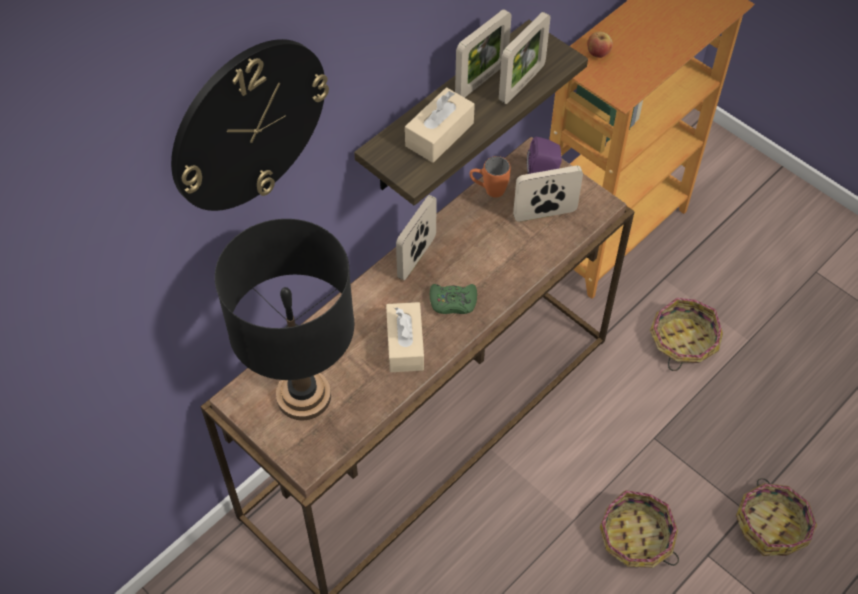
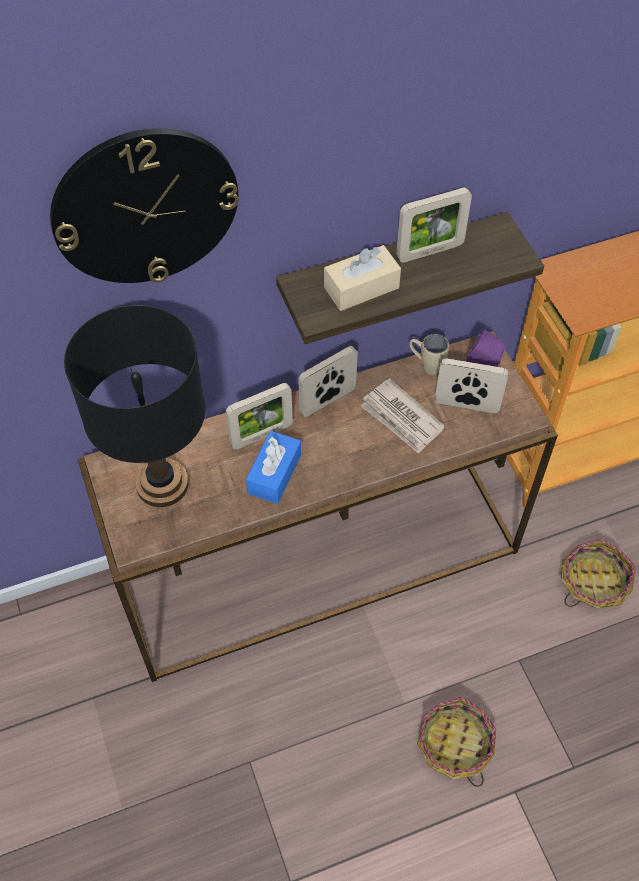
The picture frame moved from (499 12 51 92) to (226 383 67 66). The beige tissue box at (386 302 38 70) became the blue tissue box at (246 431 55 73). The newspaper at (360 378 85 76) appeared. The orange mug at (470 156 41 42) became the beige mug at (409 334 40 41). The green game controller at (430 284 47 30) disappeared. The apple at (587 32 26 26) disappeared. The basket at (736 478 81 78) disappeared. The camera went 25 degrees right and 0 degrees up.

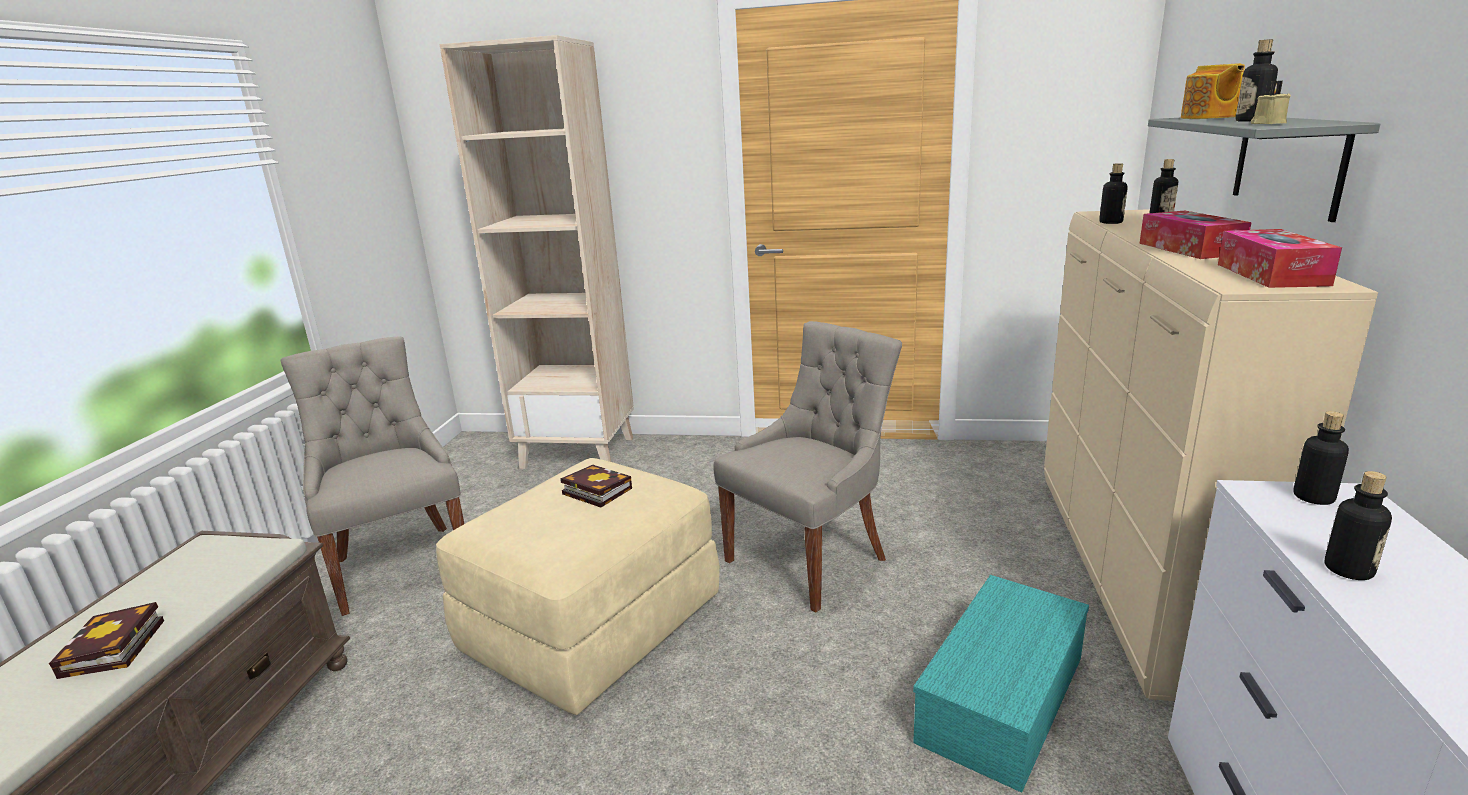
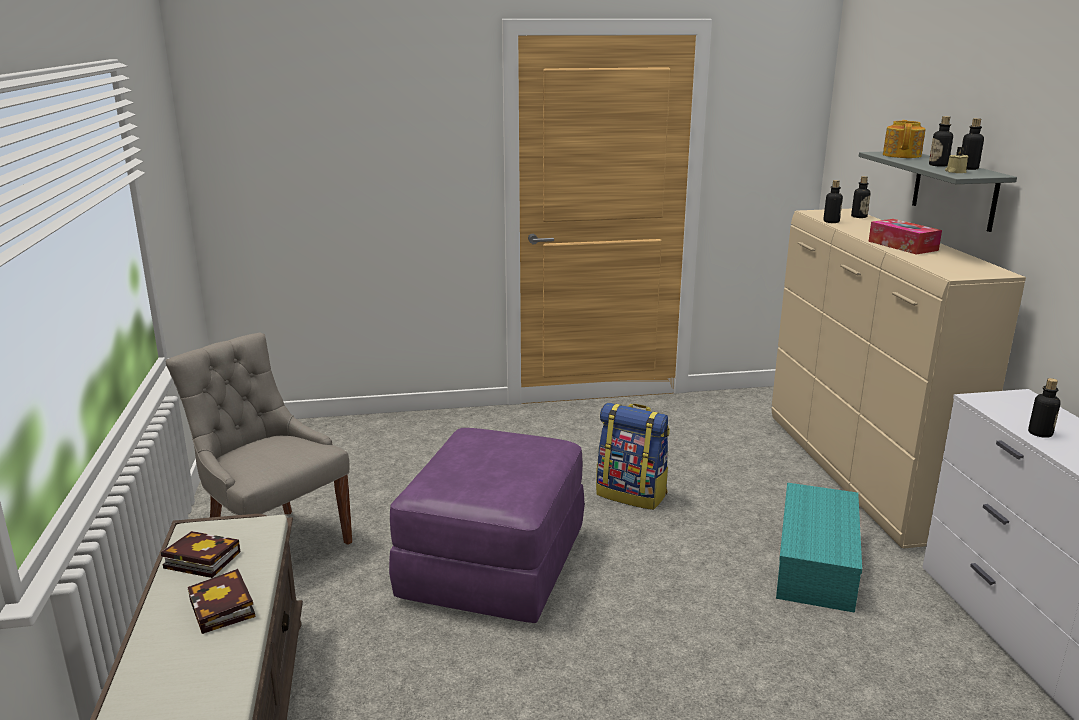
The book moved from (560 465 72 43) to (161 531 79 47). The beige ottoman at (436 458 284 257) became the purple ottoman at (389 428 196 195). The grey chair at (713 321 189 292) was replaced by the backpack at (596 403 74 107). The teapot at (1181 63 64 56) turned 150 degrees counterclockwise. The bottle moved from (1293 411 56 94) to (962 118 22 52). The beige bookcase at (439 35 195 434) disappeared. The tissue box at (1218 229 124 59) disappeared. The camera went 20 degrees left and 0 degrees up.

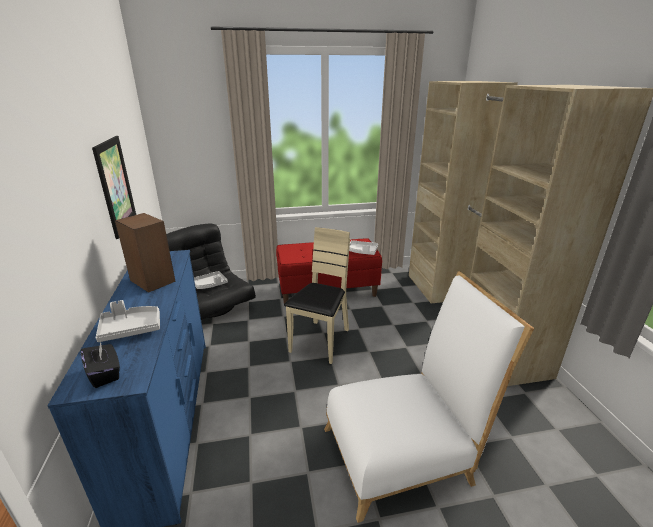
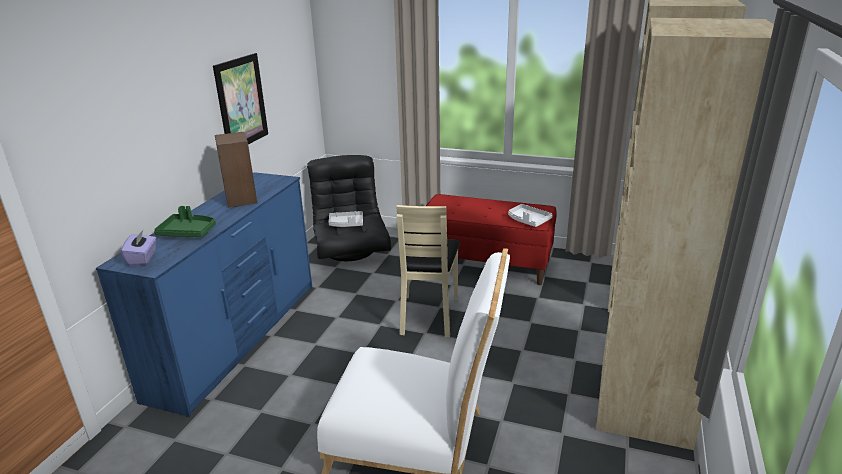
The black tissue box at (81 341 39 47) became the purple tissue box at (121 230 35 36). The grey tray at (96 300 64 42) became the green tray at (154 206 62 31). The beige chair at (284 227 66 137) turned 135 degrees clockwise. The camera went 30 degrees right and 0 degrees up.

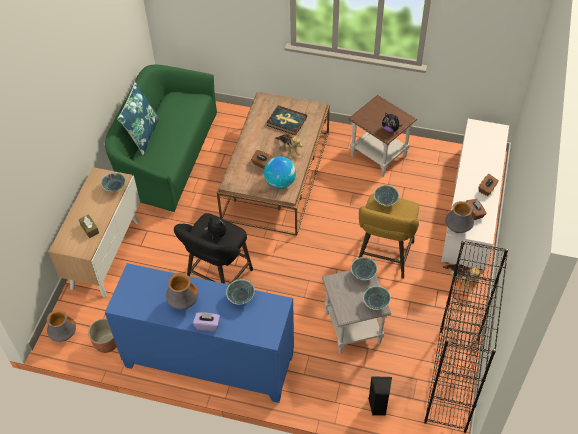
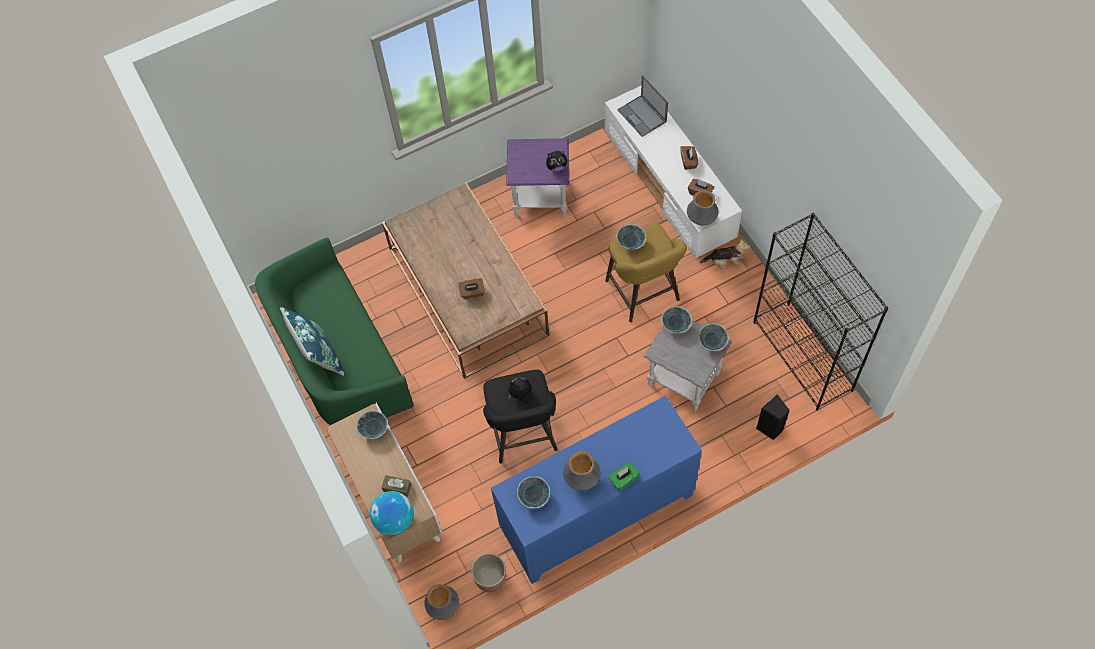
The globe moved from (264 156 32 33) to (370 491 44 45). The brown side table at (348 95 69 82) became the purple side table at (506 138 63 80). The bowl moved from (226 279 29 25) to (517 476 33 33). The purple tissue box at (193 312 27 19) became the green tissue box at (608 462 32 29). The laptop at (617 75 51 62) appeared. The book at (267 105 40 30) disappeared. The plush toy at (275 134 28 25) disappeared. The camera went 40 degrees left and 10 degrees up.

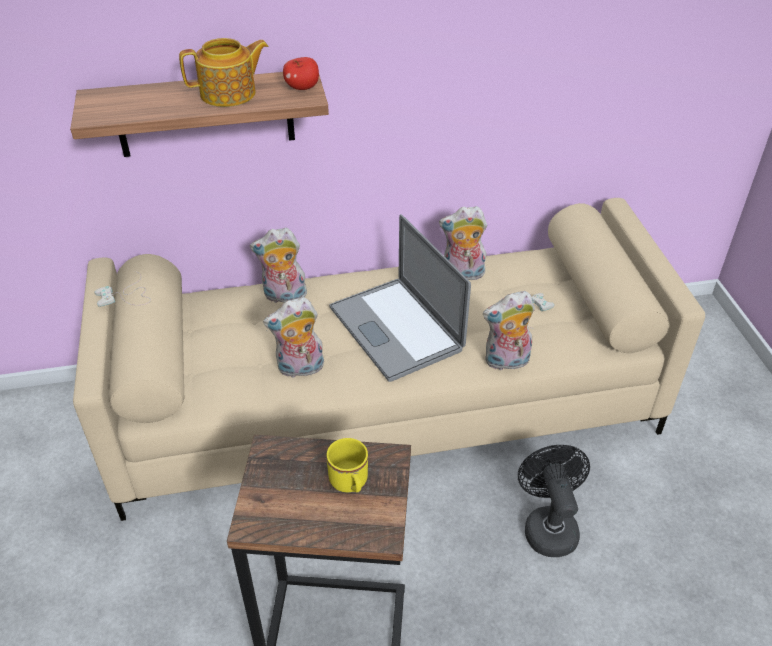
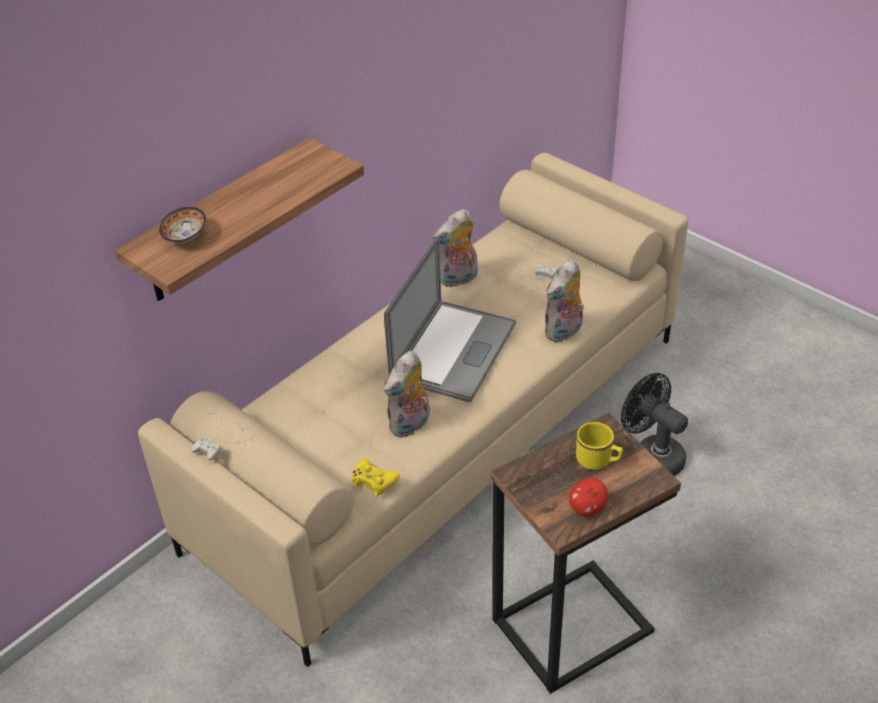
The bowl at (159 207 47 36) appeared. The yellow game controller at (352 459 48 38) appeared. The laptop at (329 214 142 168) turned 90 degrees counterclockwise. The apple moved from (283 57 36 33) to (569 478 39 39). The teapot at (179 38 89 69) disappeared. The plush toy at (250 228 57 75) disappeared. The camera went 35 degrees left and 0 degrees up.

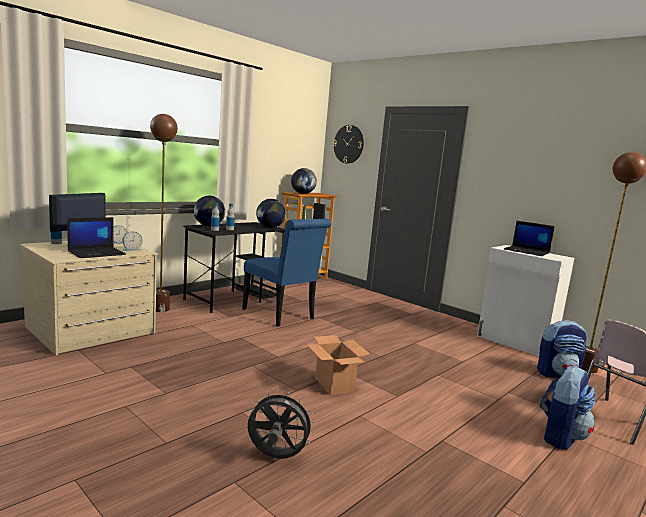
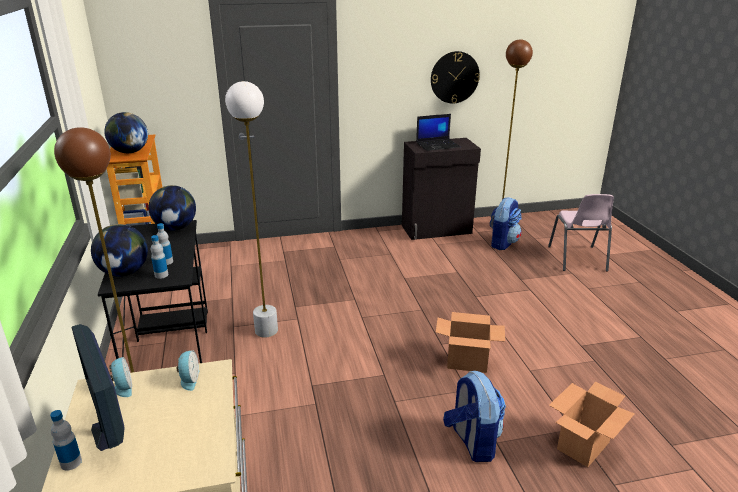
The blue chair at (242 219 89 108) was replaced by the white floor lamp at (225 81 53 257). The white cabinet at (477 245 97 112) became the black cabinet at (402 138 79 102). The wall clock moved from (333 125 31 39) to (431 51 49 52). The backpack moved from (540 366 55 84) to (443 371 63 91). The grey fan at (248 390 67 69) was replaced by the cardboard box at (549 381 86 86). The laptop at (67 217 59 41) disappeared. The camera went 55 degrees left and 15 degrees up.

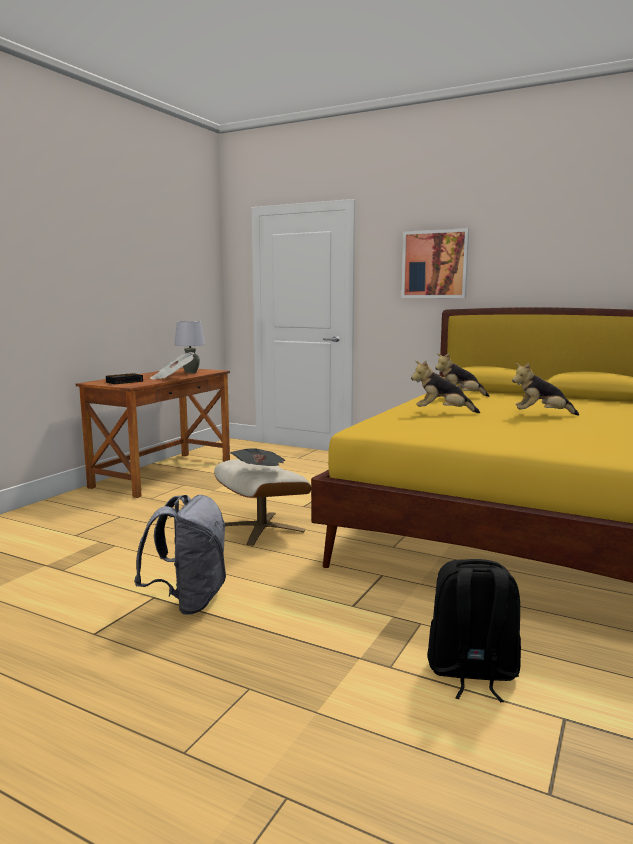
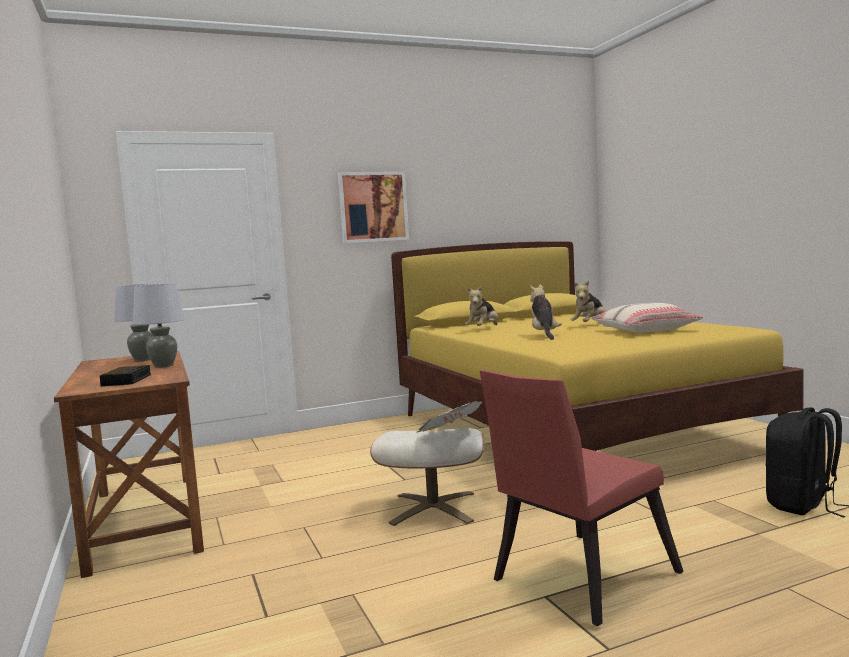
The newspaper at (150 352 44 27) was replaced by the grey table lamp at (132 283 53 85). The grey backpack at (134 495 92 120) was replaced by the red chair at (480 370 204 256). The plush toy at (411 361 69 52) turned 135 degrees clockwise. The beige pillow at (591 303 112 30) appeared. The camera went 50 degrees left and 5 degrees down.

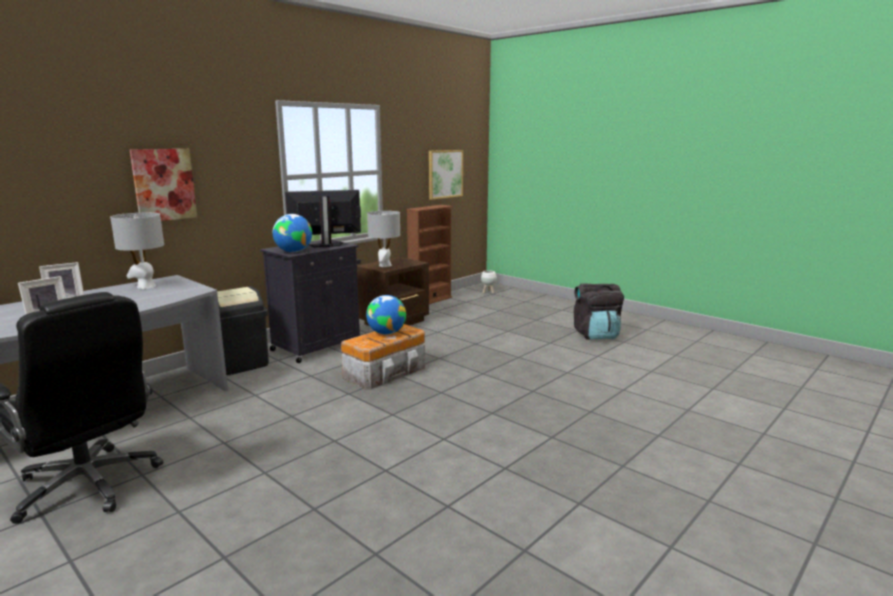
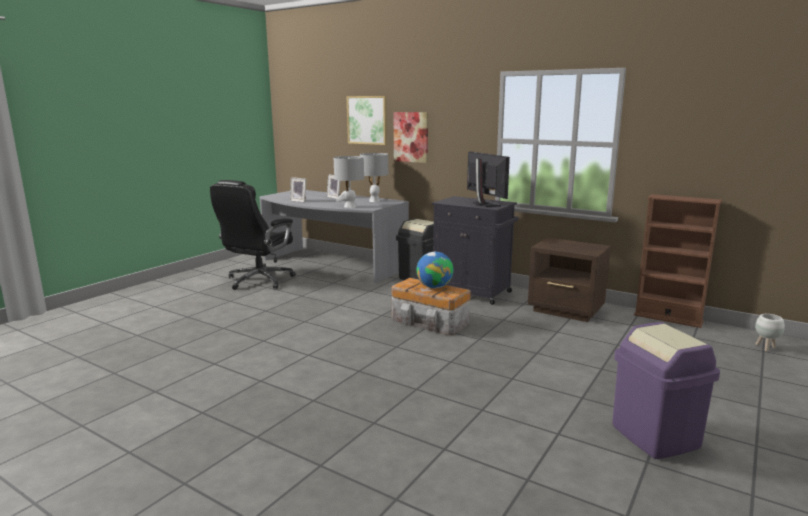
The grey table lamp moved from (367 211 33 56) to (334 156 30 52). The picture moved from (429 150 34 50) to (346 96 41 49). The black backpack at (574 283 50 57) was replaced by the purple trash can at (612 322 108 137). The globe at (273 214 39 38) disappeared. The camera went 80 degrees right and 0 degrees up.

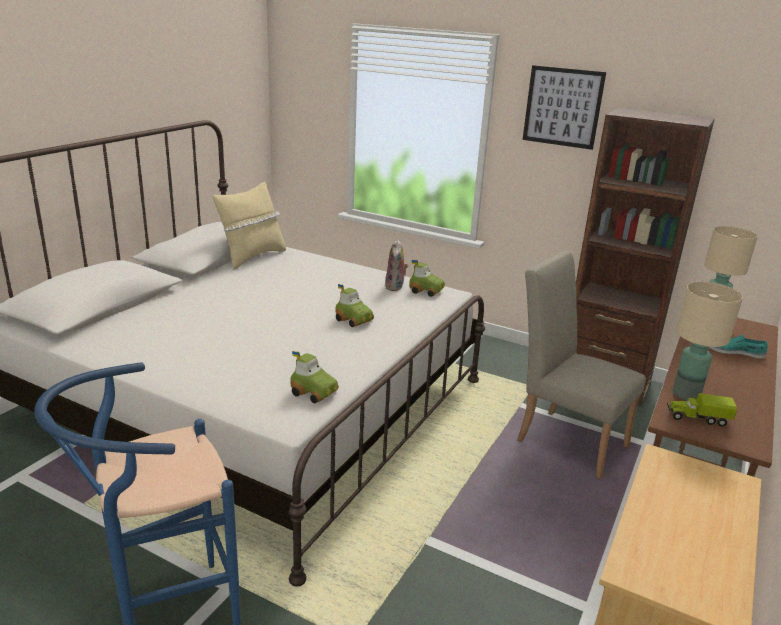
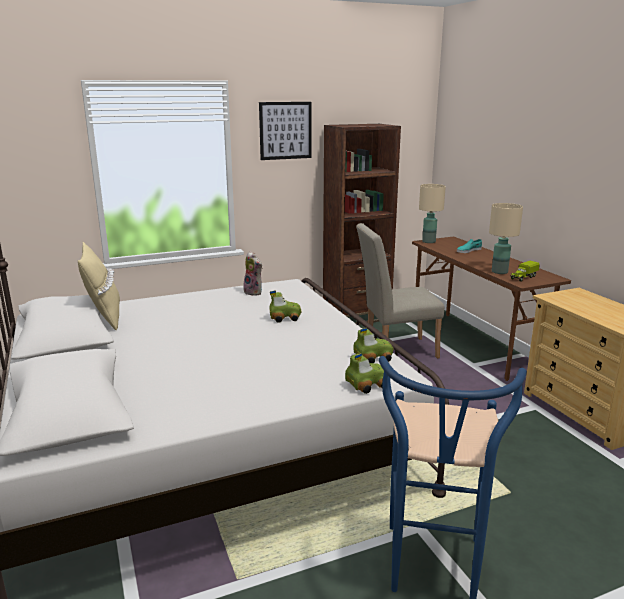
The toy car moved from (409 260 36 37) to (345 353 39 41). The camera went 50 degrees left and 5 degrees down.

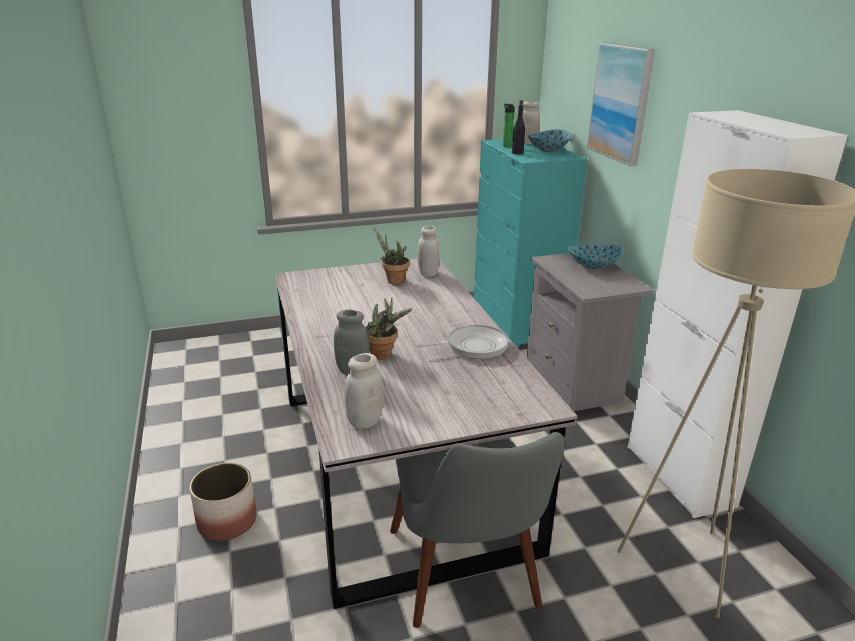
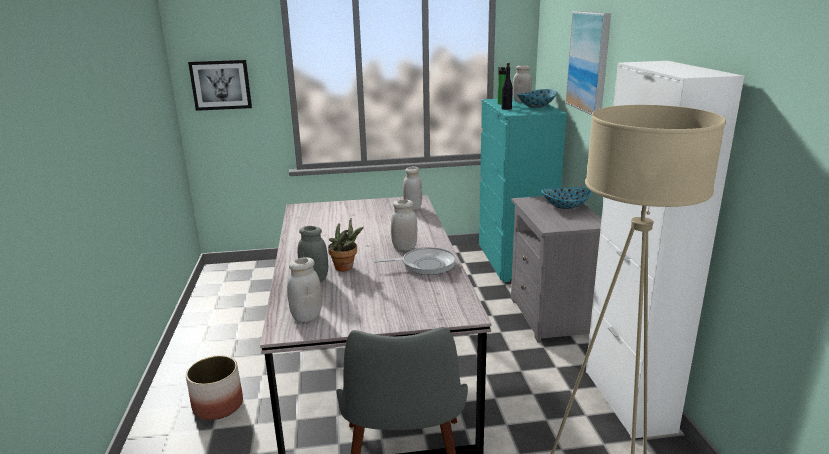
The picture at (188 60 64 51) appeared. The white jar at (391 200 26 51) appeared. The potted plant at (374 228 35 57) disappeared. The camera went 10 degrees right and 5 degrees down.

